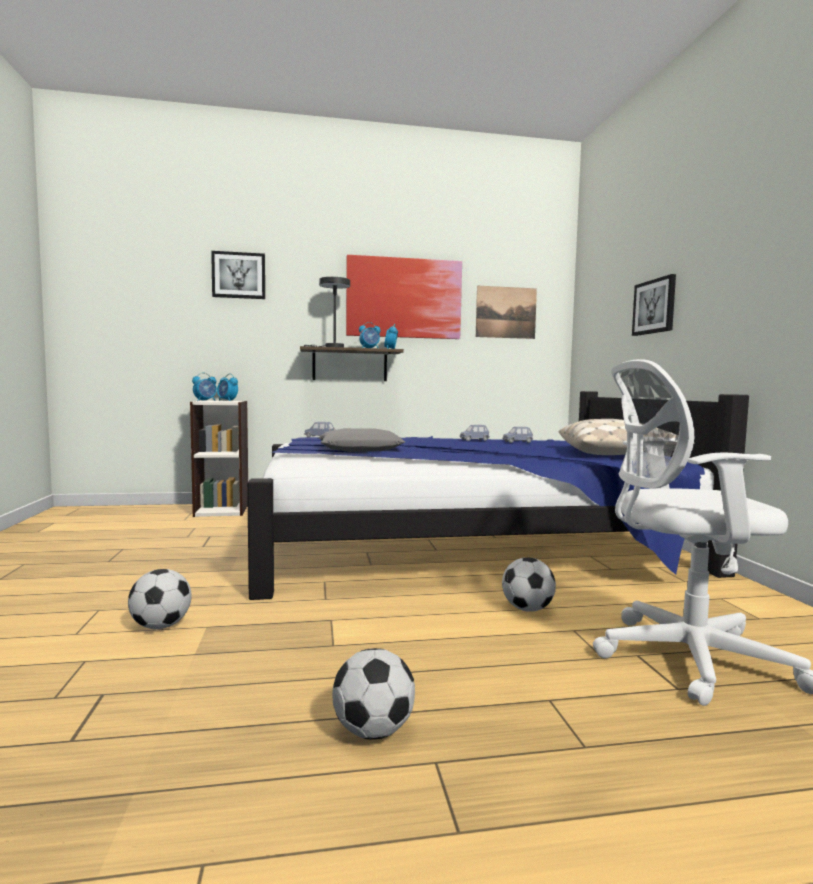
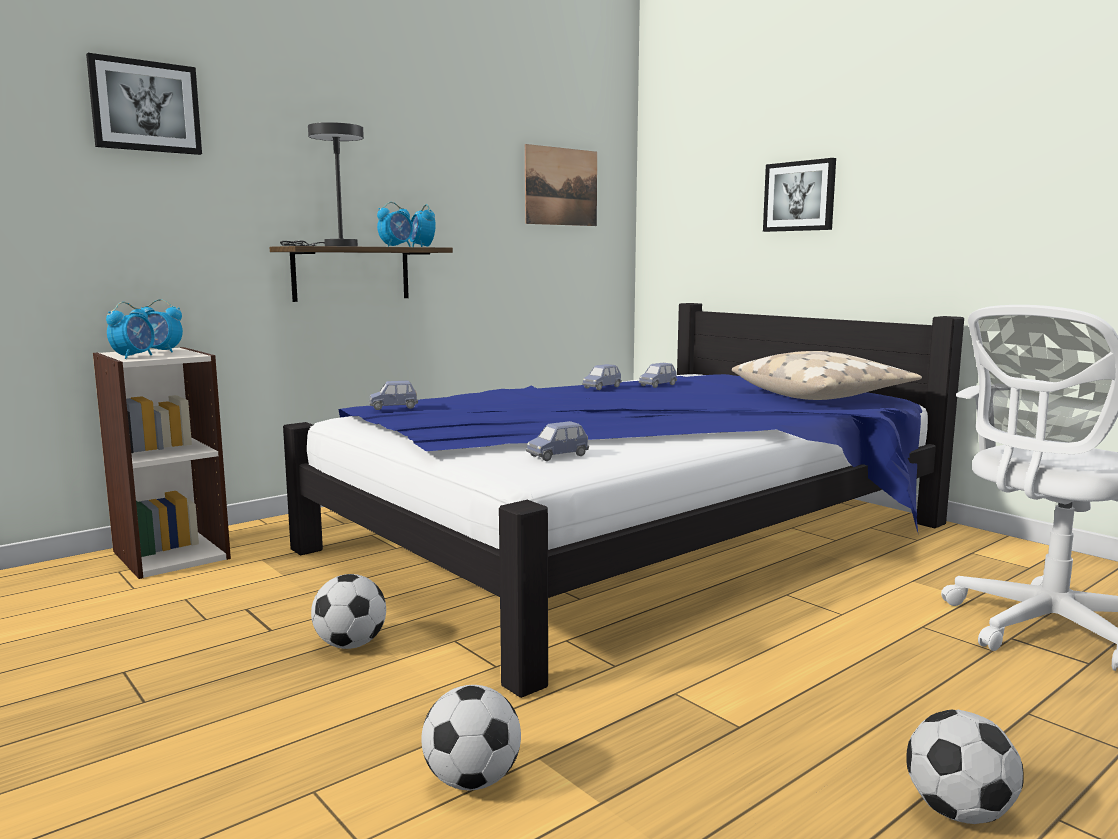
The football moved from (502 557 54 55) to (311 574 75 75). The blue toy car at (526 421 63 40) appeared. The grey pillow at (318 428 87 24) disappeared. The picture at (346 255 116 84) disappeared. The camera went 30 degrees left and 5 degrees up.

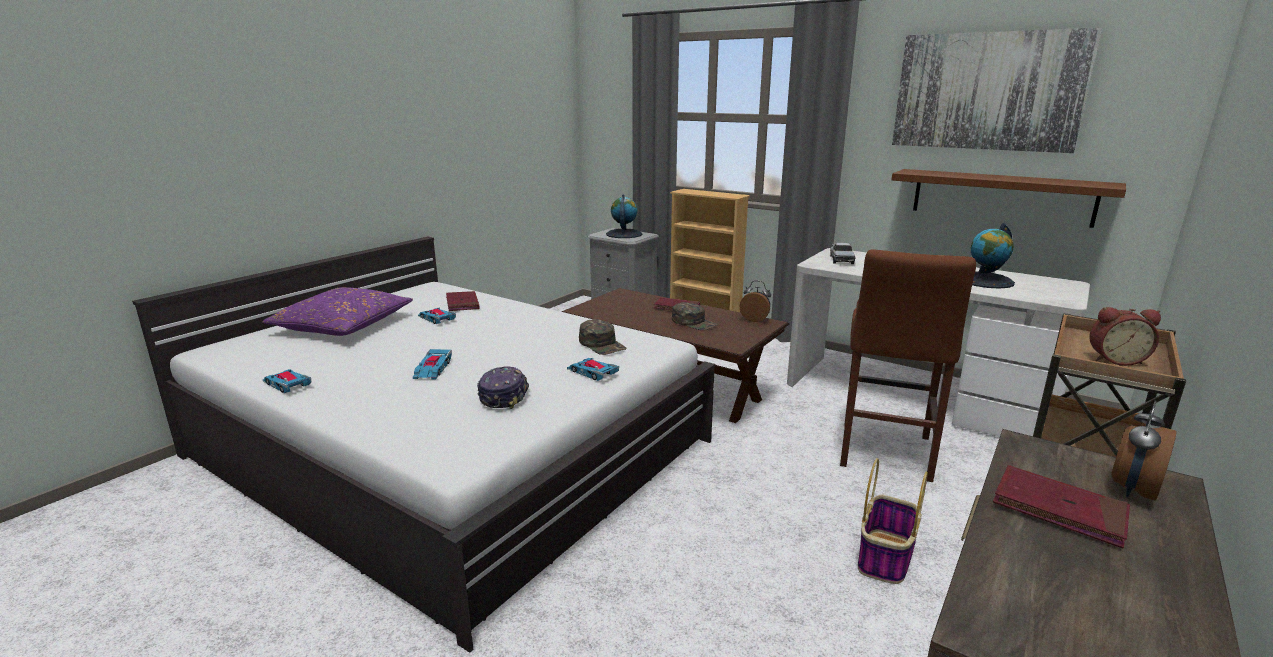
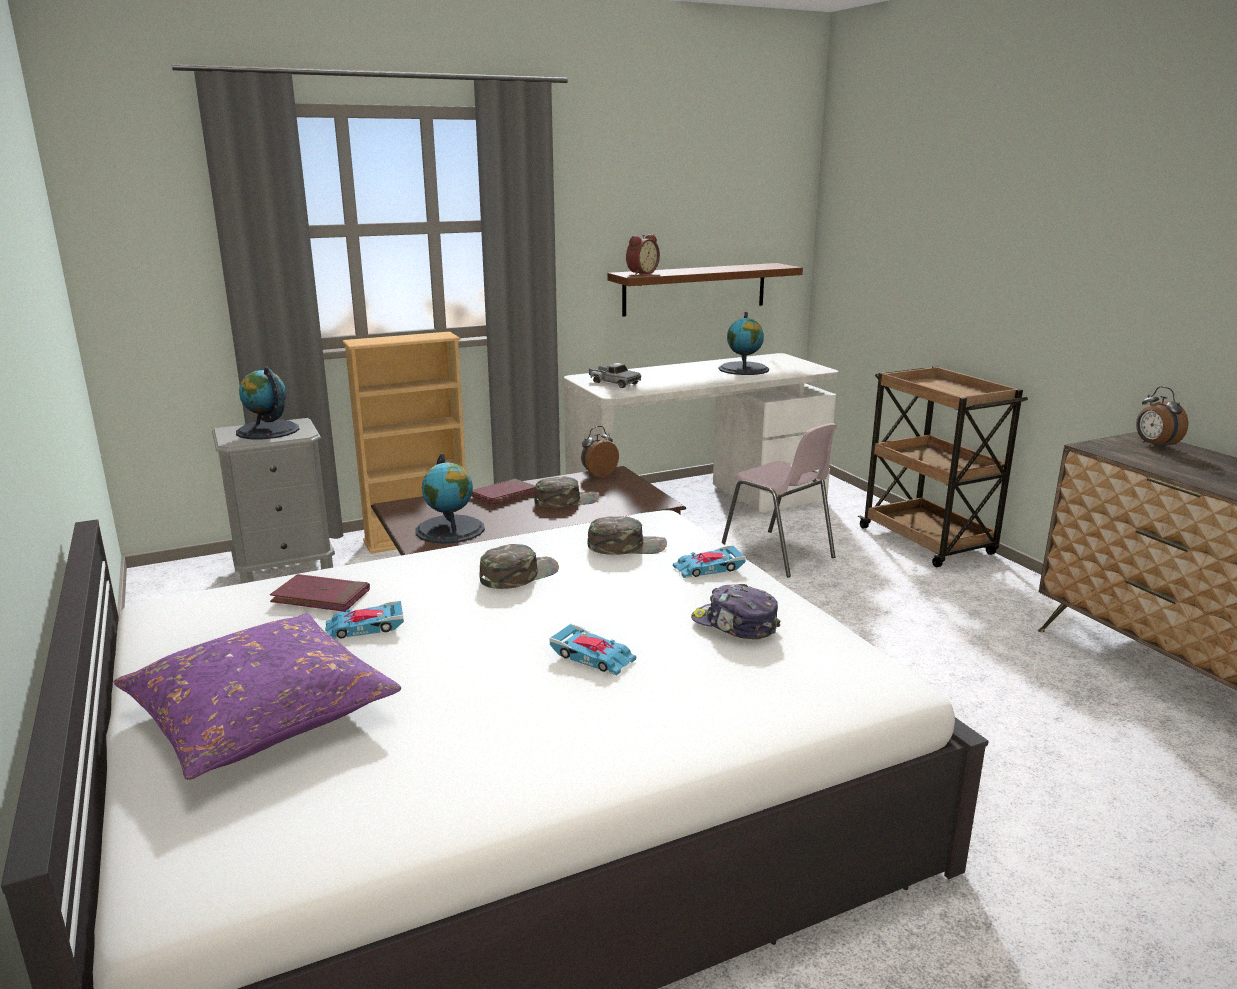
The globe at (415 454 70 90) appeared. The green cap at (479 544 80 45) appeared. The alarm clock moved from (1089 307 72 59) to (626 234 34 41). The brown stool at (840 249 136 233) was replaced by the pink chair at (721 423 116 155). The toy car at (263 369 49 24) disappeared. The basket at (858 458 70 126) disappeared. The picture at (892 28 210 125) disappeared. The red book at (993 465 137 83) disappeared. The camera went 60 degrees left and 0 degrees up.

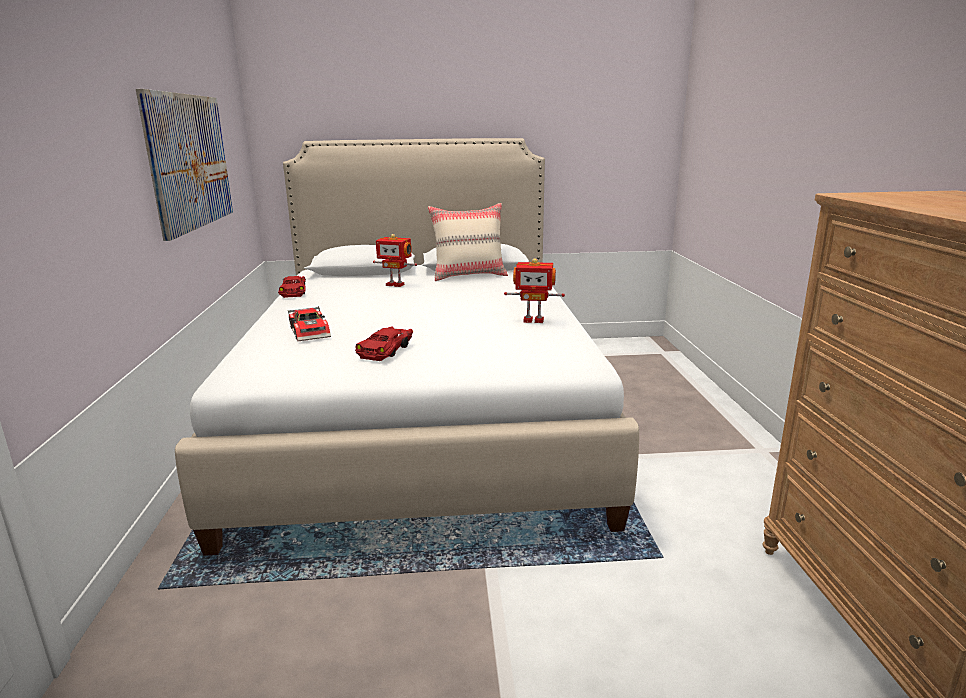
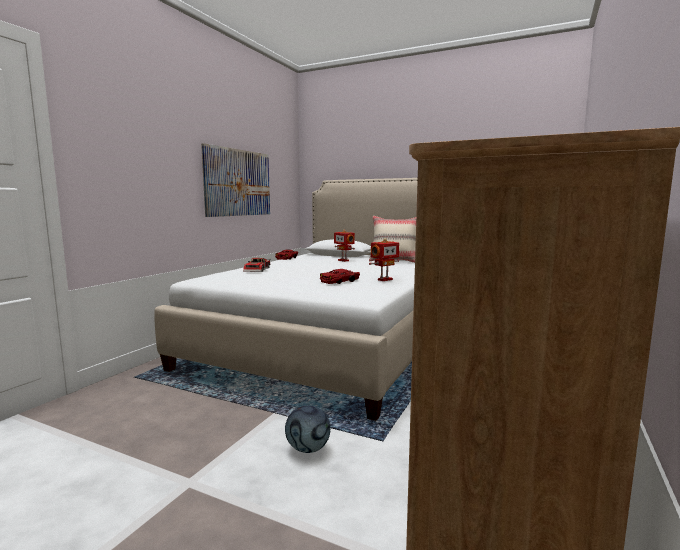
The football at (285 405 45 48) appeared. The red toy car moved from (355 327 58 34) to (320 269 40 15). The toy robot at (504 258 61 65) turned 75 degrees counterclockwise. The camera went 30 degrees right and 10 degrees down.

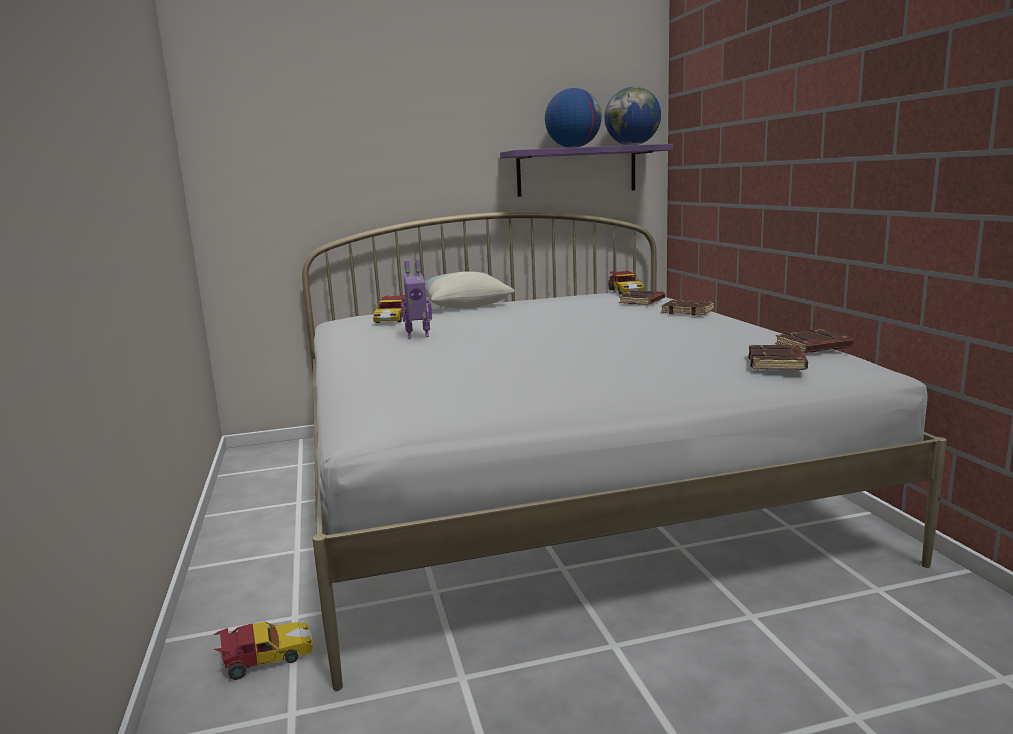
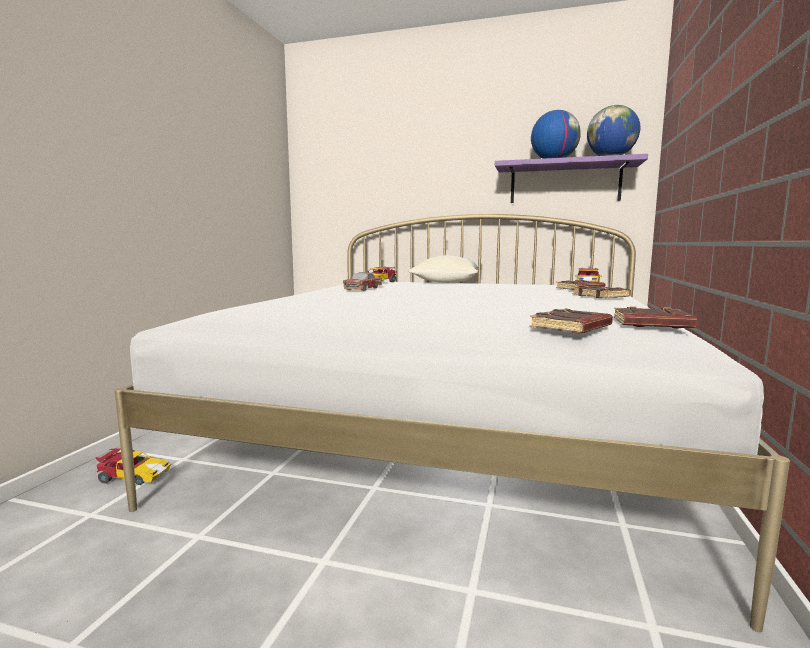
The toy robot at (401 260 31 79) was replaced by the toy car at (343 272 39 19). The camera went 30 degrees right and 5 degrees down.

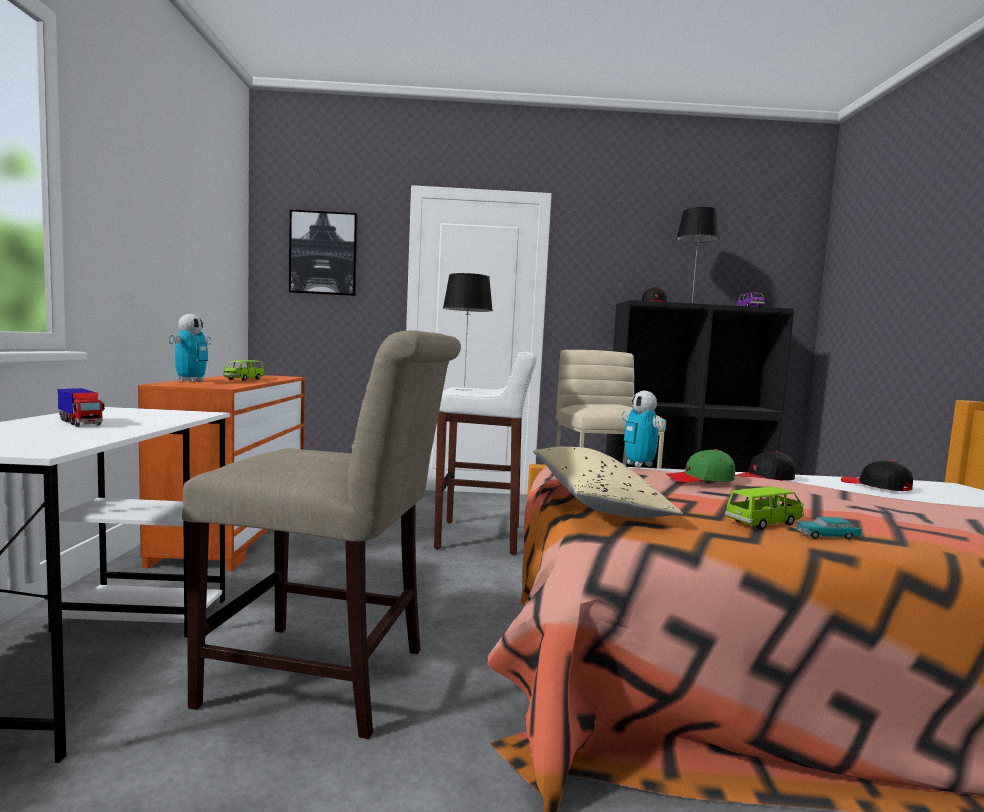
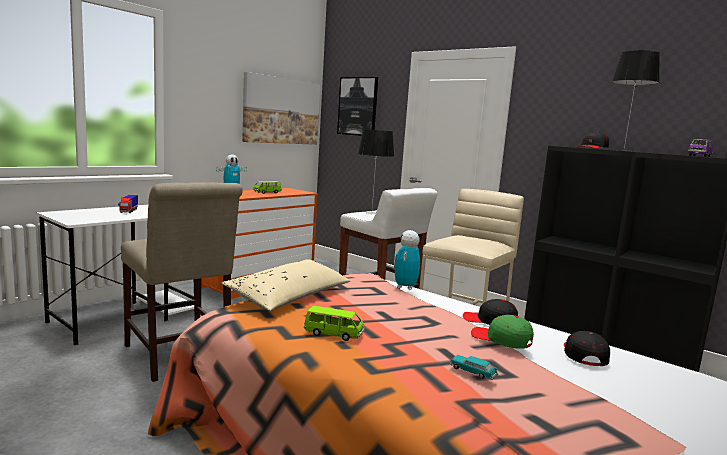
The picture at (242 72 78 73) appeared. The toy car moved from (794 517 70 23) to (449 355 49 25). The green cap moved from (666 449 69 33) to (471 315 63 34). The camera went 40 degrees right and 5 degrees up.

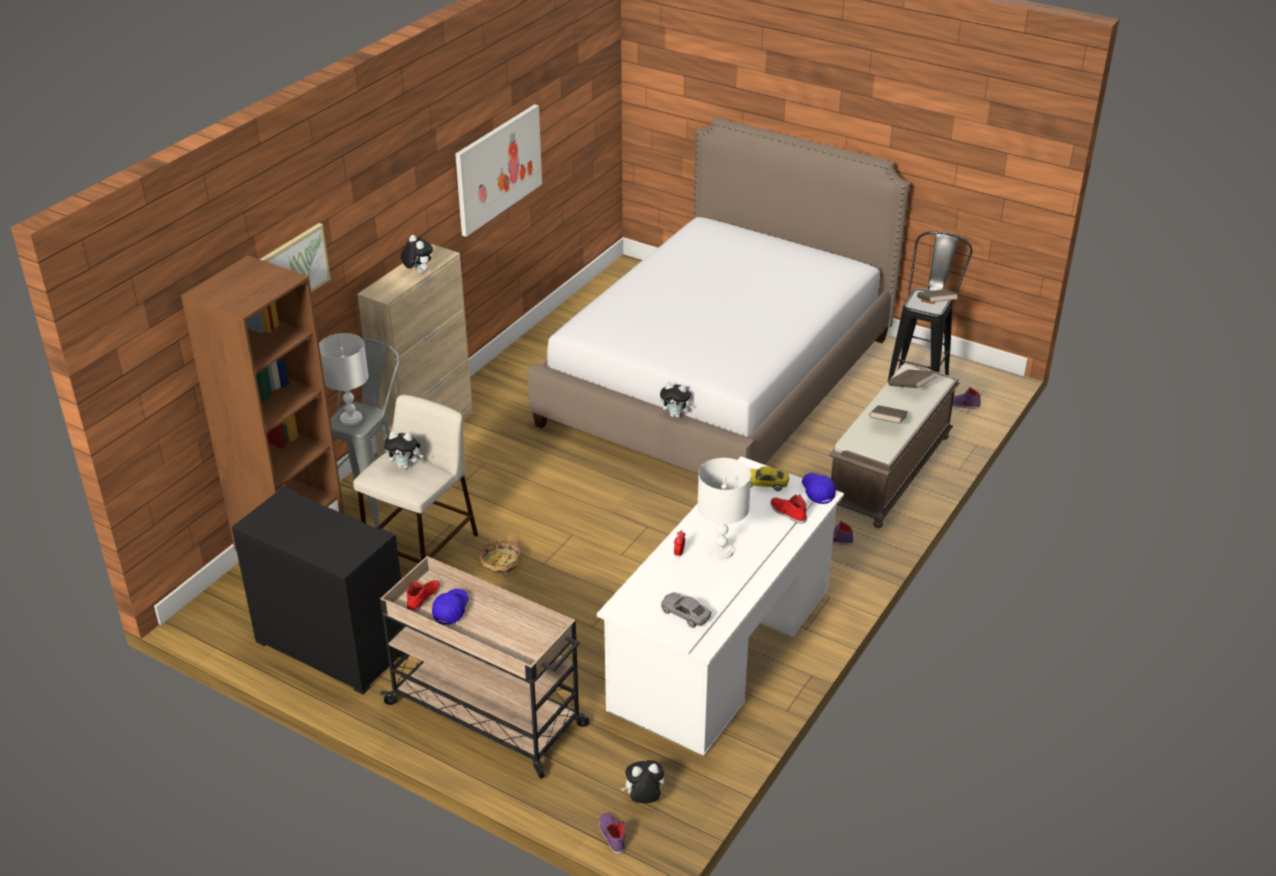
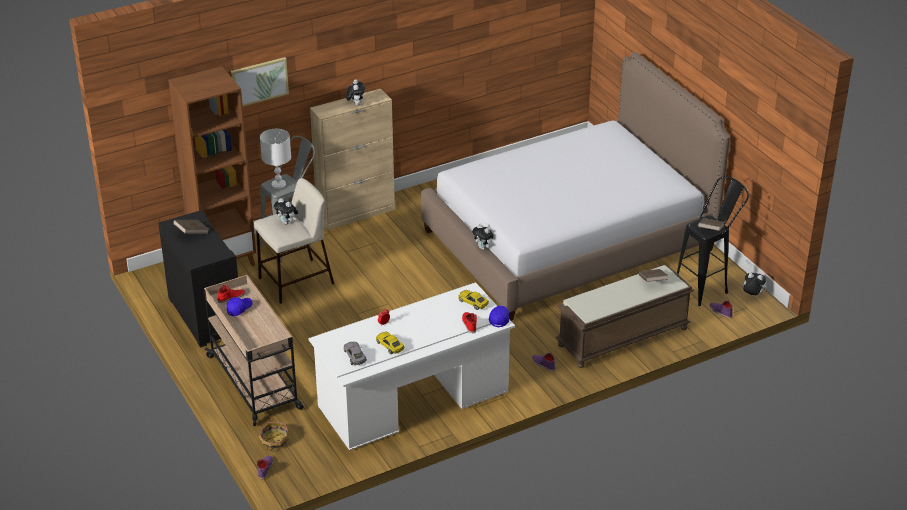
The brown book moved from (869 405 39 19) to (173 220 36 14). The basket moved from (479 538 44 39) to (259 422 31 29). The yellow toy car at (376 332 28 22) appeared. The plush toy moved from (621 760 43 43) to (741 273 25 23). The picture at (455 104 87 133) disappeared. The white table lamp at (697 458 54 102) disappeared. The camera went 30 degrees right and 0 degrees up.

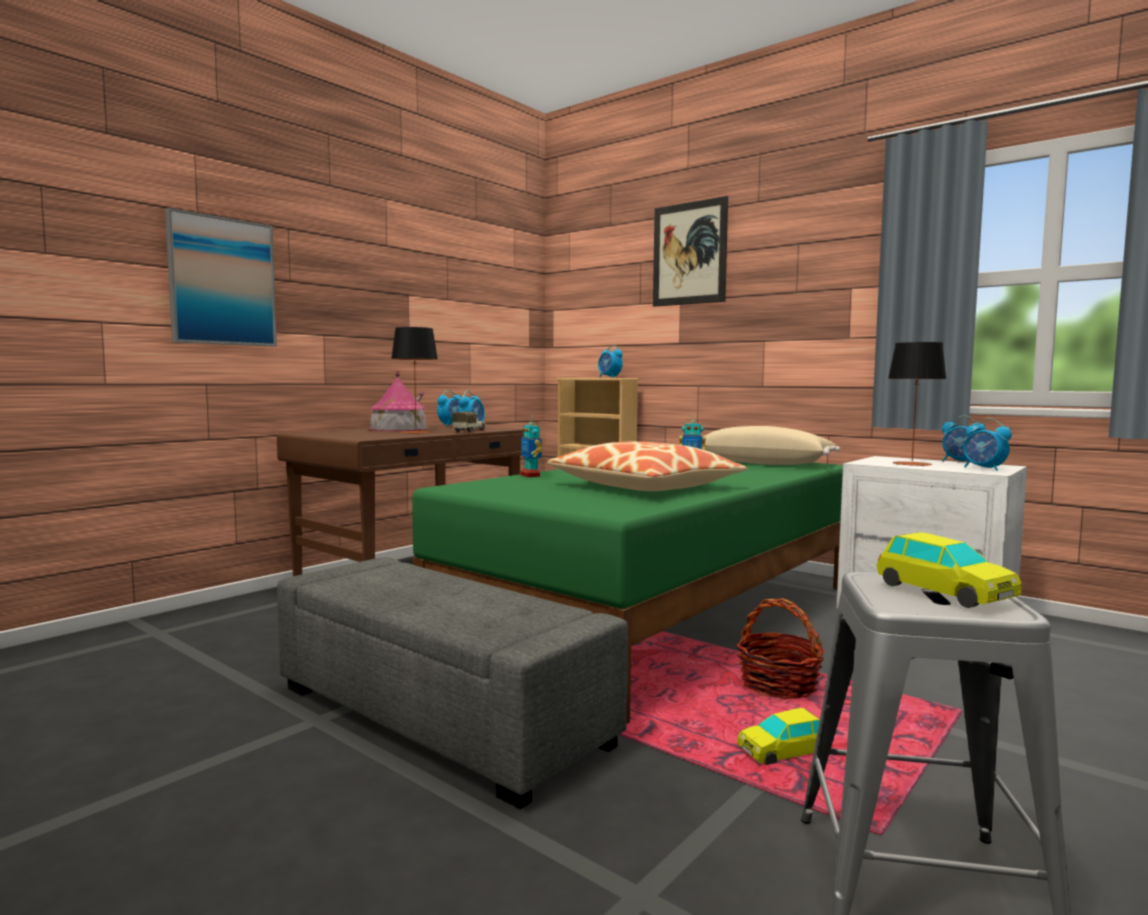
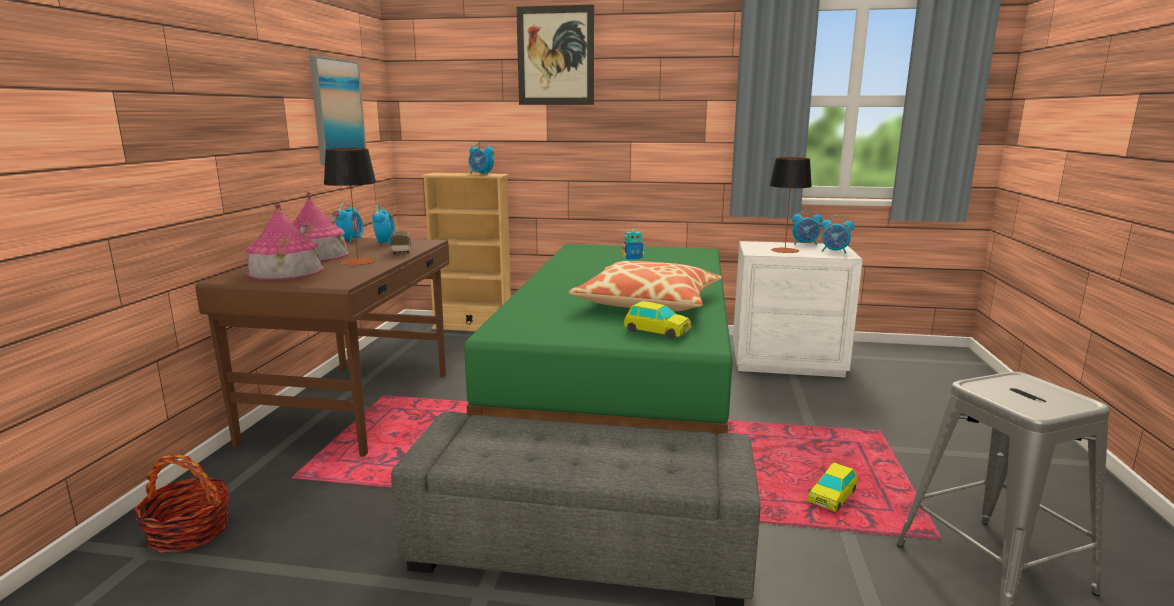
The basket moved from (736 598 89 102) to (134 454 96 99). The toy house at (246 201 78 79) appeared. The picture moved from (165 208 112 139) to (309 55 57 110). The toy car moved from (876 532 146 76) to (624 301 67 38). The toy robot at (520 417 23 60) disappeared. The beige pillow at (704 426 136 39) disappeared. The camera went 30 degrees left and 10 degrees up.

